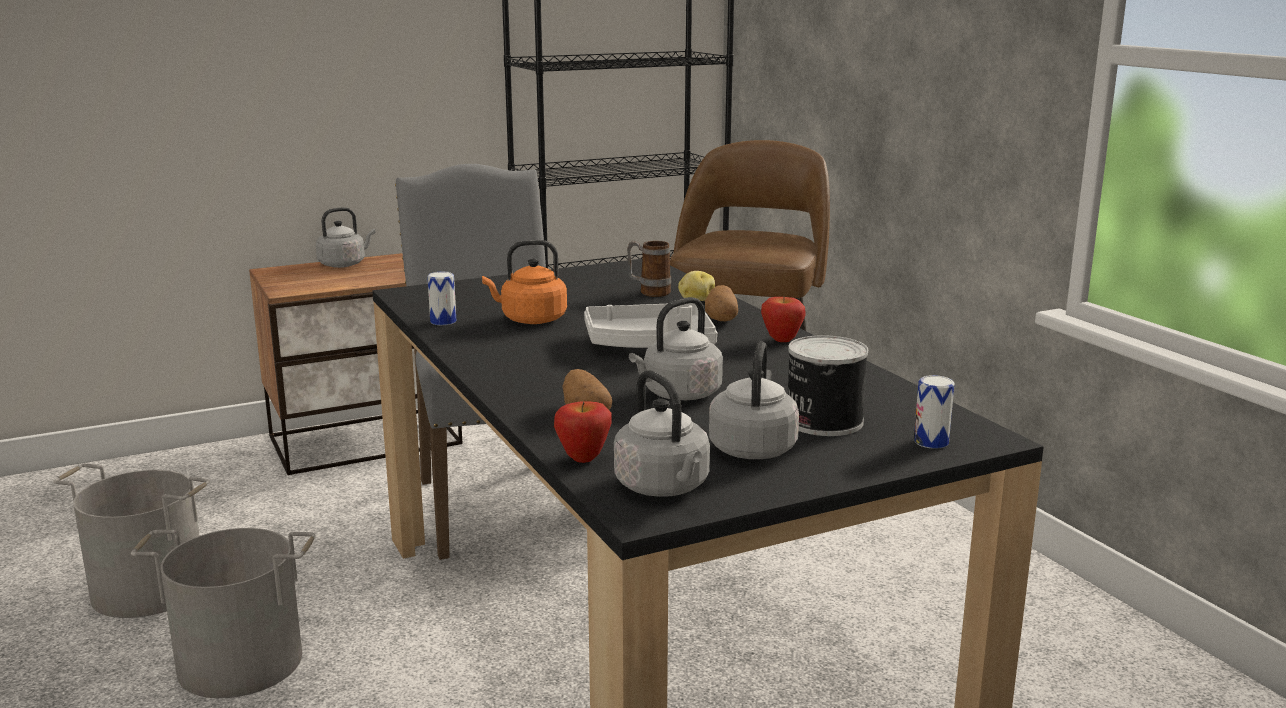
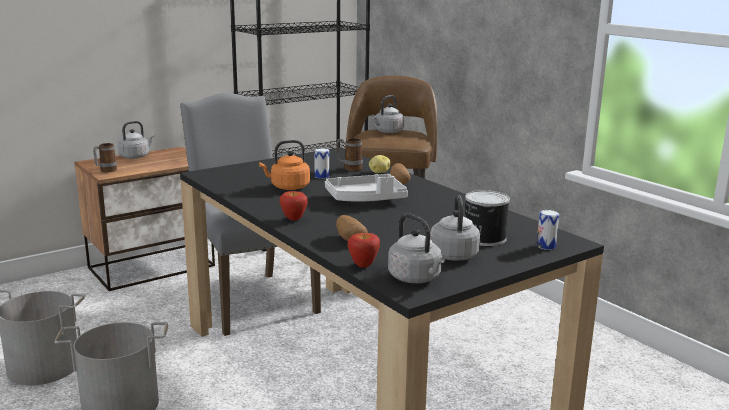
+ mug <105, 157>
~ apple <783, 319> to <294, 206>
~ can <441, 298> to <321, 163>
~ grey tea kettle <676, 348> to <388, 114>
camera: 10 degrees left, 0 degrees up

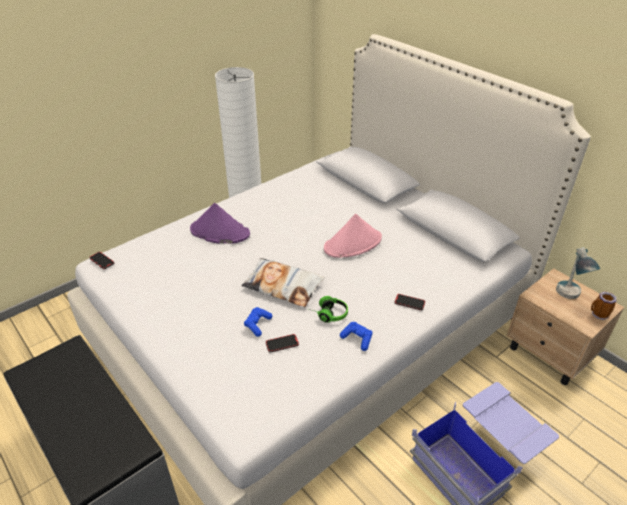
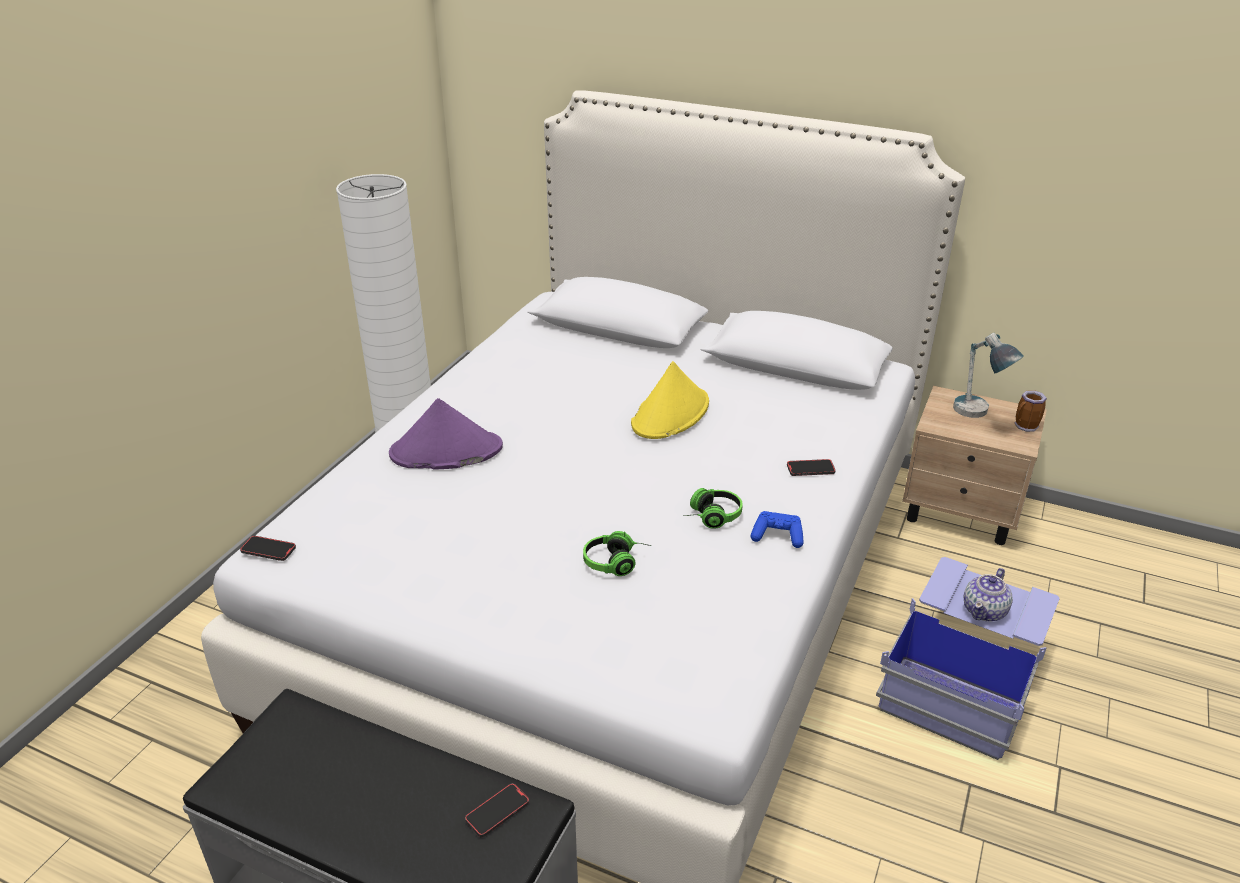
~ phone <282, 343> to <497, 810>
~ blue-coloured game controller <258, 322> to headphones <617, 553>
~ pinkish hat <353, 236> to yellowish hat <670, 400>
+ teapot <988, 595>
- cushion <283, 282>
camera: 25 degrees left, 5 degrees down

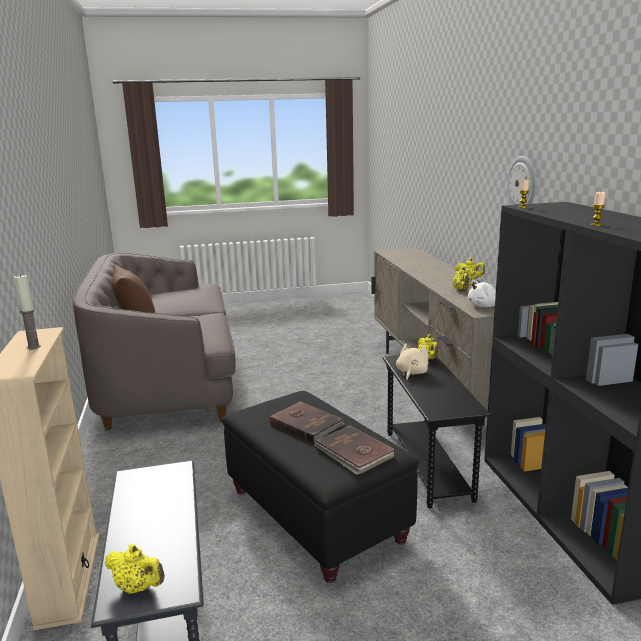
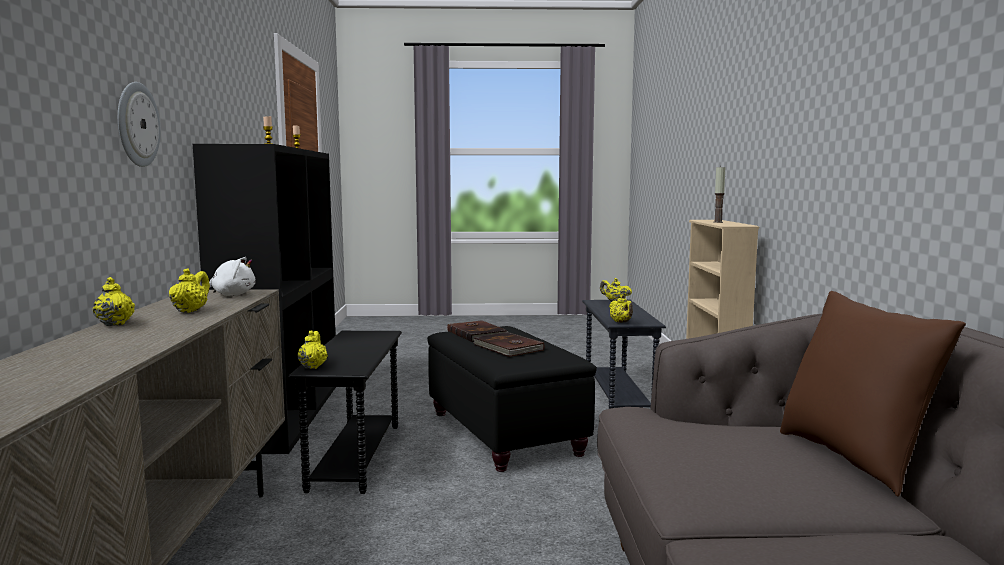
+ yellowish teapot <621, 309>
- beige cuddly toy <412, 362>
camera: 170 degrees left, 10 degrees down

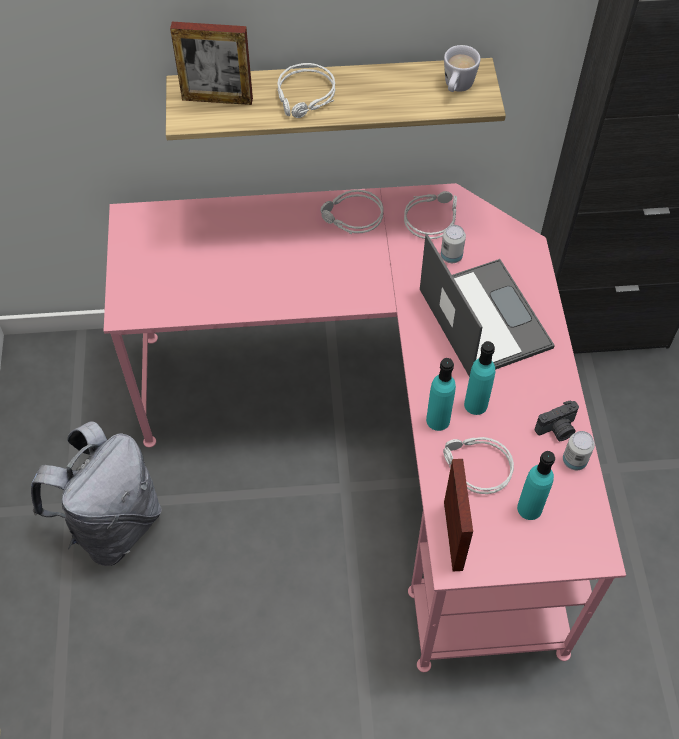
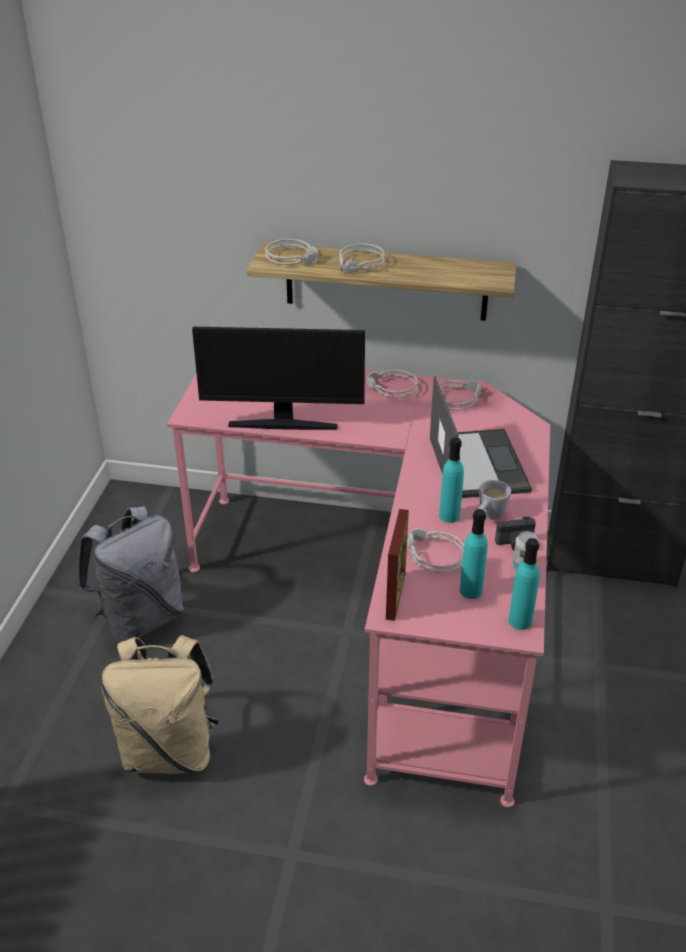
+ beige rucksack <160, 704>
+ computer screen <278, 378>
~ standing frame <211, 63> to grey headphones <292, 252>
~ whitish mug <462, 68> to <495, 499>
~ turquoise drink bottle <441, 394> to <524, 584>
- can <453, 244>
camera: 15 degrees right, 20 degrees down

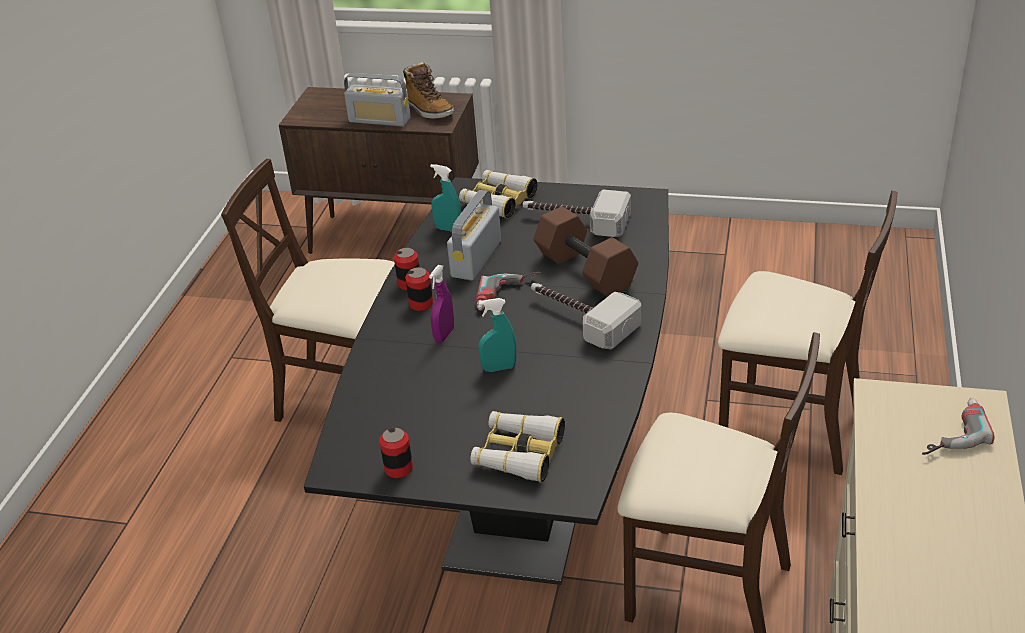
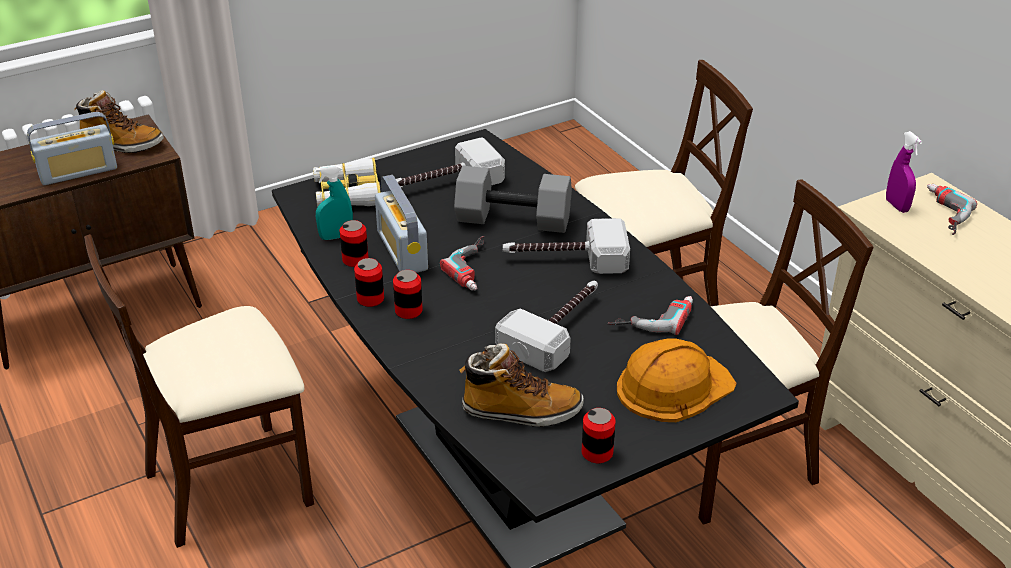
+ can <354, 243>
~ brownish free weight <585, 251> to grey free weight <513, 199>
+ high-top boot <521, 385>
~ turquoise sprayer <497, 335> to hammer <546, 326>
+ electric drill <650, 315>
~ field glasses <517, 447> to orange-coloured safety helmet <677, 380>
~ purple-coloured sprayer <441, 304> to <904, 172>
camera: 45 degrees left, 0 degrees up

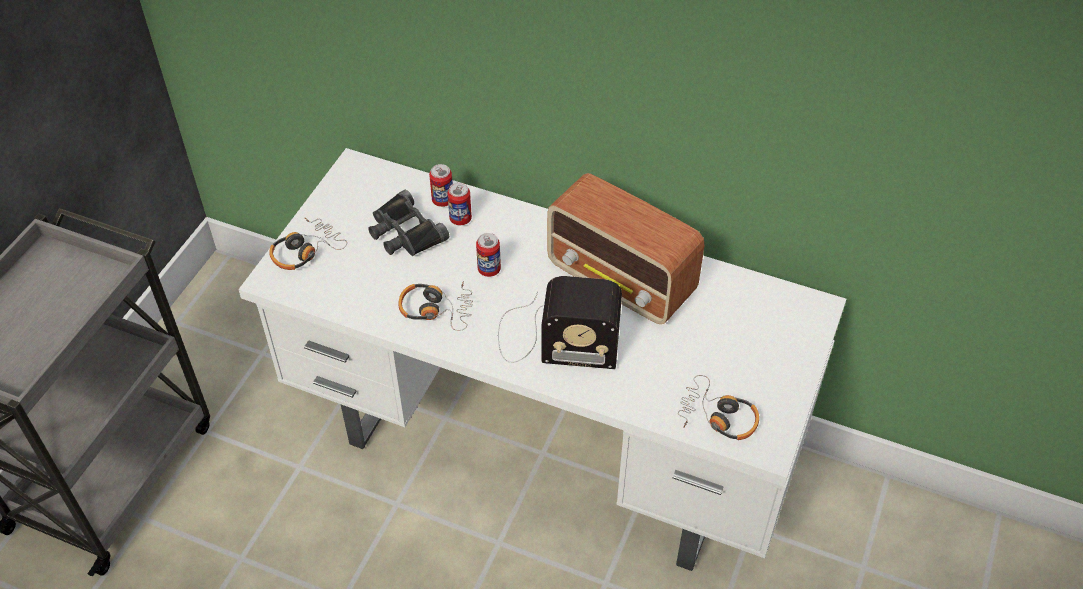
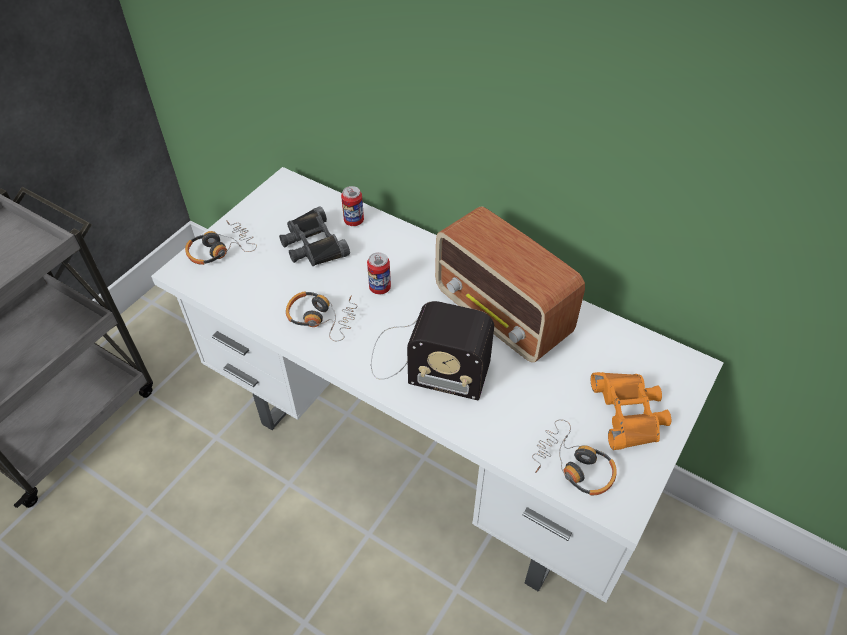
+ orange-coloured field glasses <631, 411>
- can <459, 204>
camera: 10 degrees right, 0 degrees up

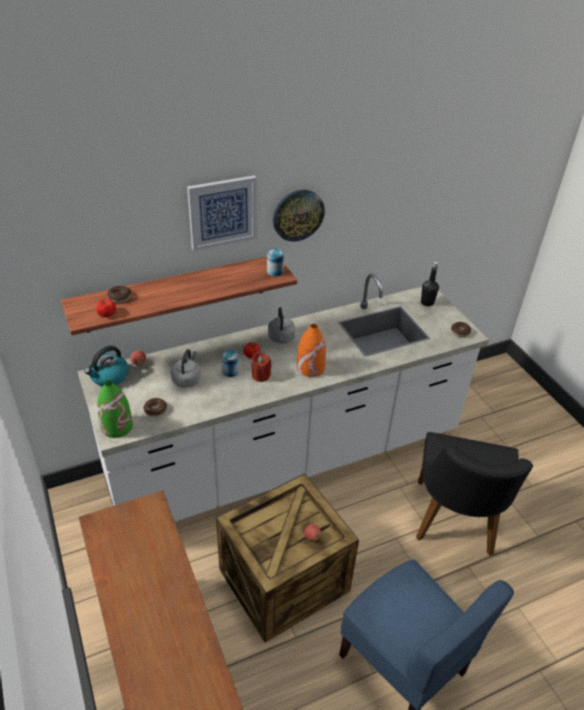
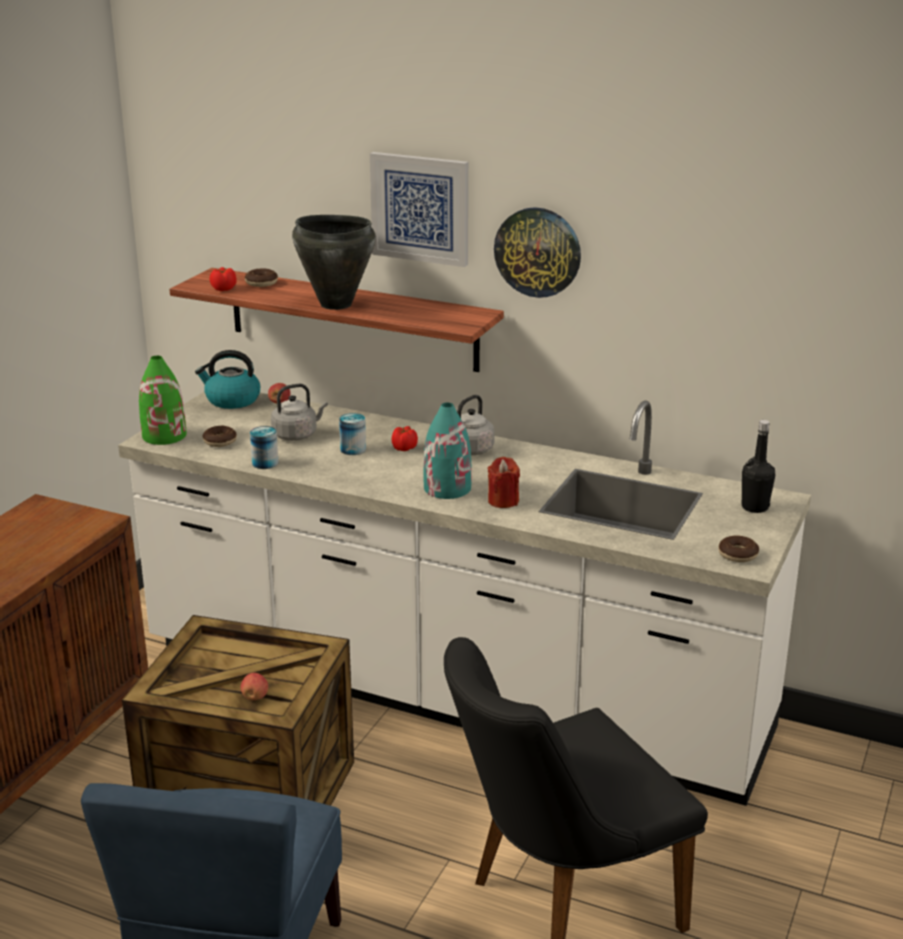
~ can <275, 262> to <264, 447>
+ black-coloured saucepot <334, 262>
~ orange-coloured decorative vase <311, 350> to turquoise decorative vase <447, 451>
~ red wax light <261, 367> to <504, 482>
camera: 50 degrees right, 15 degrees down

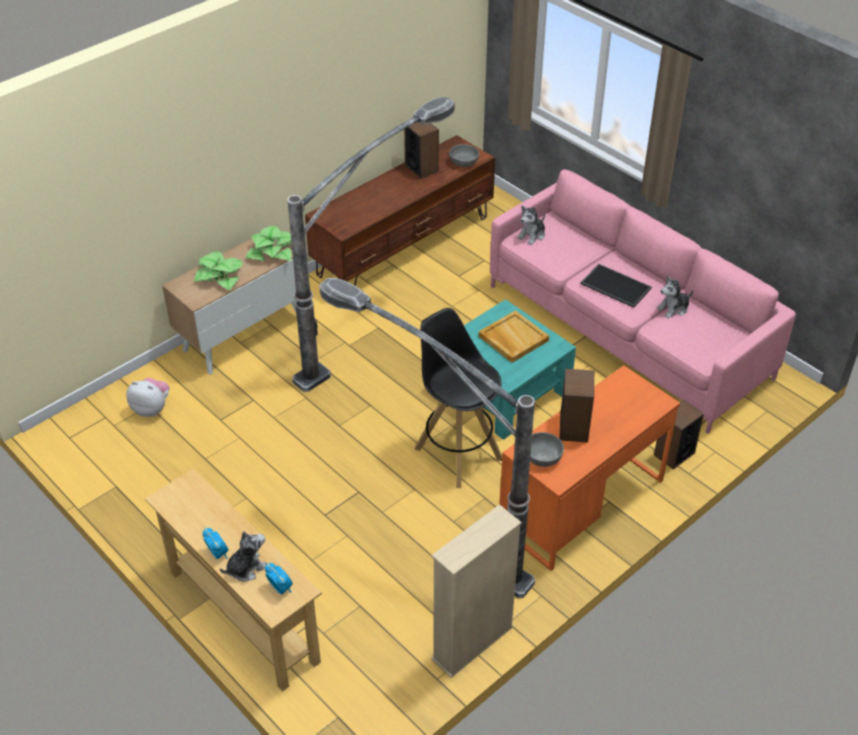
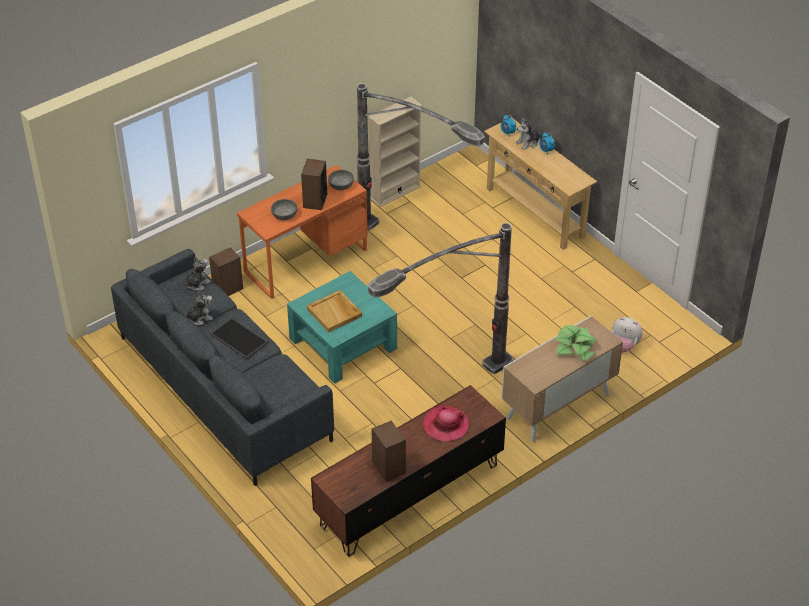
~ pinkish settee <643, 301> to grey settee <222, 367>
~ cuddly toy <531, 225> to <197, 274>
~ grey deep dish <464, 155> to <284, 209>
+ hat <446, 423>
- plant in a pot <269, 243>
- black-coloured stool <458, 398>
camera: 175 degrees left, 0 degrees up

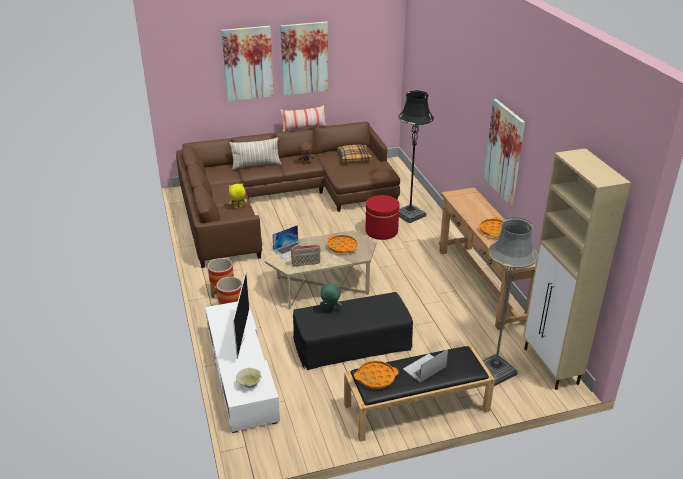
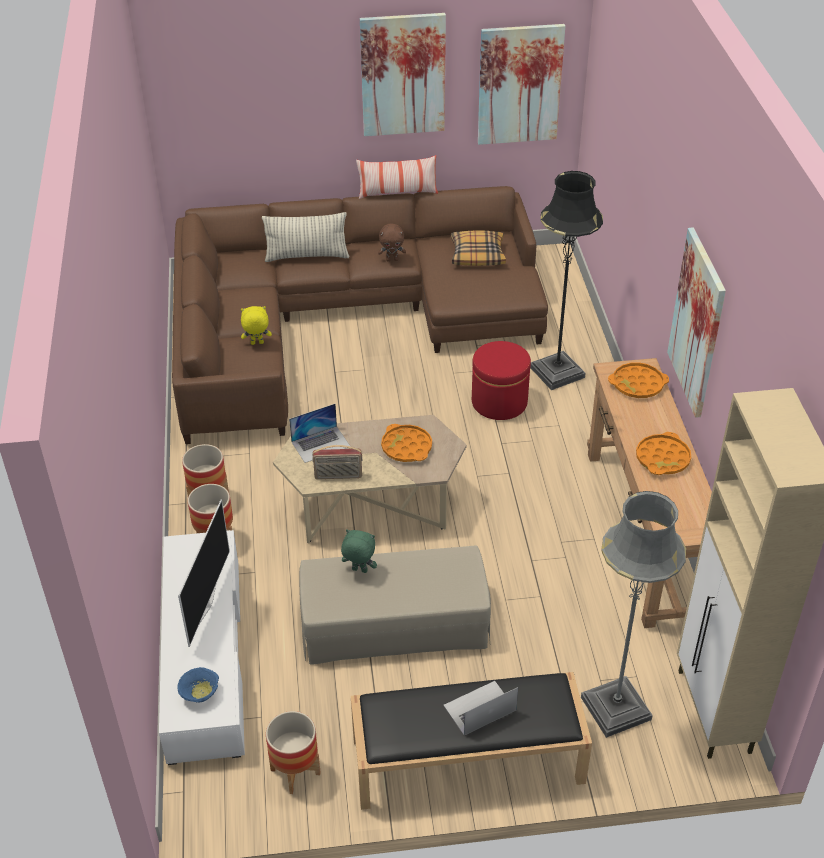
~ beige deep dish <249, 378> to blue-coloured deep dish <198, 684>
+ plant pot <293, 752>
~ black-coloured footrest <353, 331> to beige footrest <395, 605>
~ wall picture <247, 63> to <521, 84>
~ orange-coloured tray <376, 375> to <638, 380>
camera: 10 degrees right, 10 degrees up

